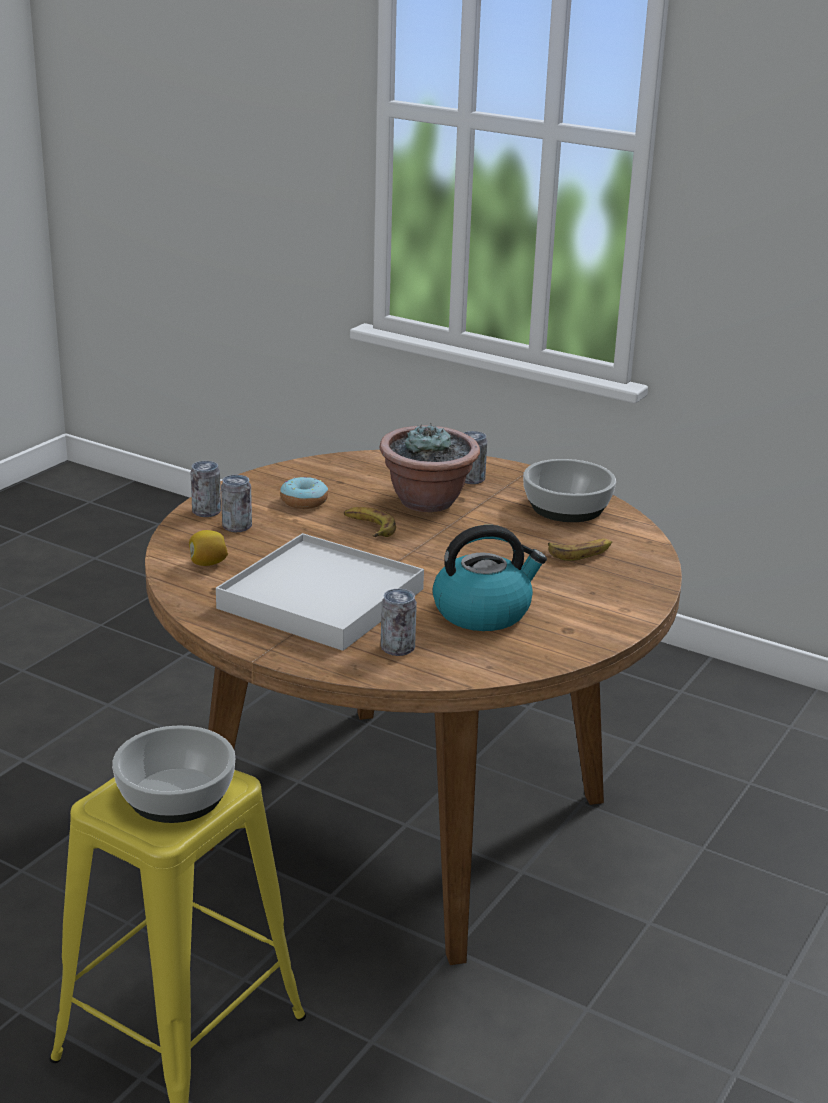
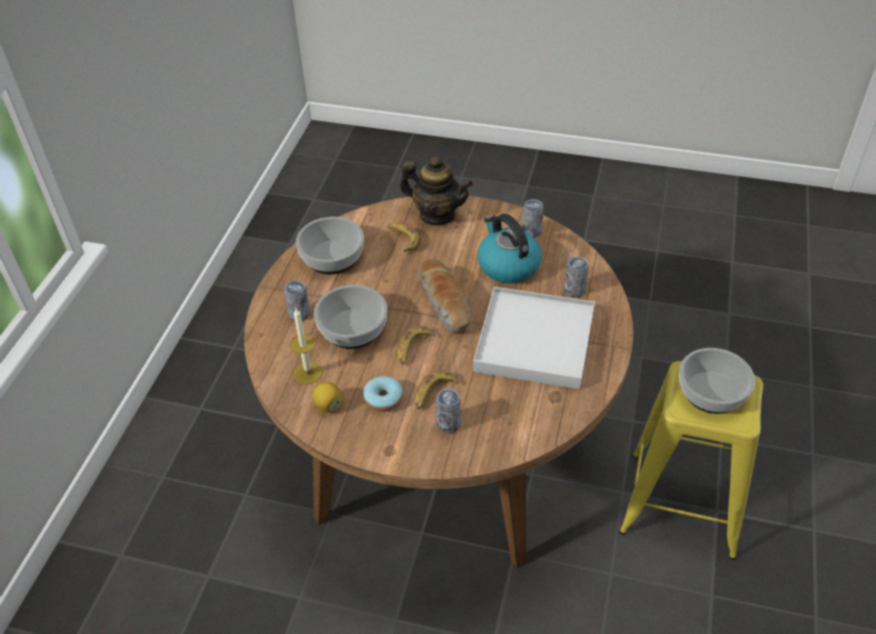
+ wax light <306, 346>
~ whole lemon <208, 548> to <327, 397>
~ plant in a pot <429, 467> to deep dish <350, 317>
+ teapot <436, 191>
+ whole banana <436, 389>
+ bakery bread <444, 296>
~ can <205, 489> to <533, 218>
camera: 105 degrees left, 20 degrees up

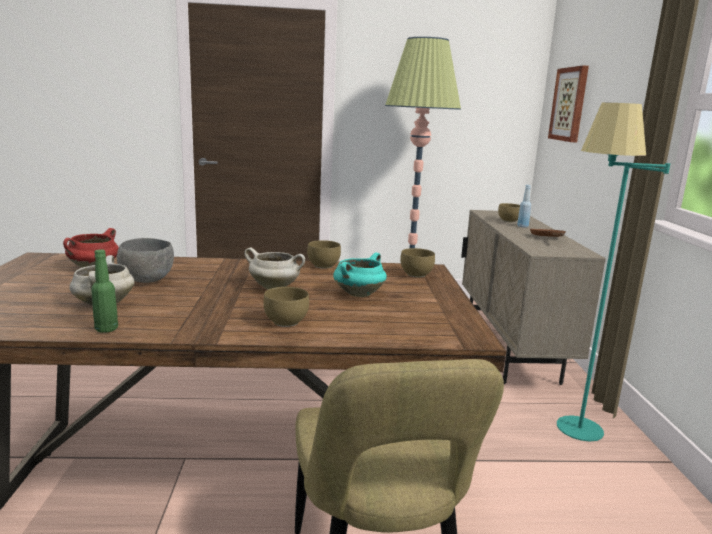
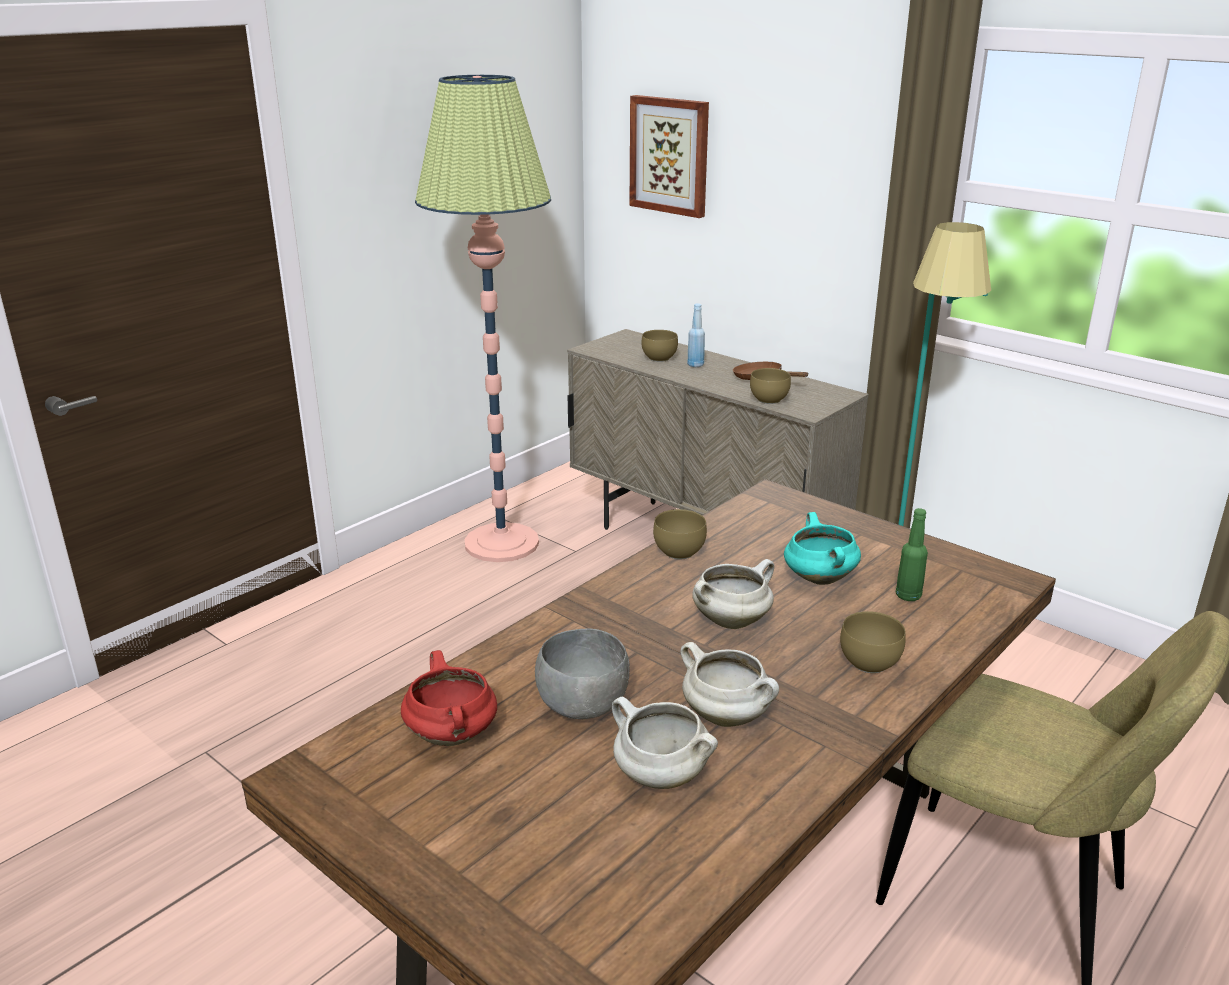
+ whitish saucepot <729, 684>
~ brownish deep dish <417, 262> to <770, 386>
~ green-coloured drink bottle <104, 291> to <912, 554>
camera: 45 degrees left, 10 degrees up

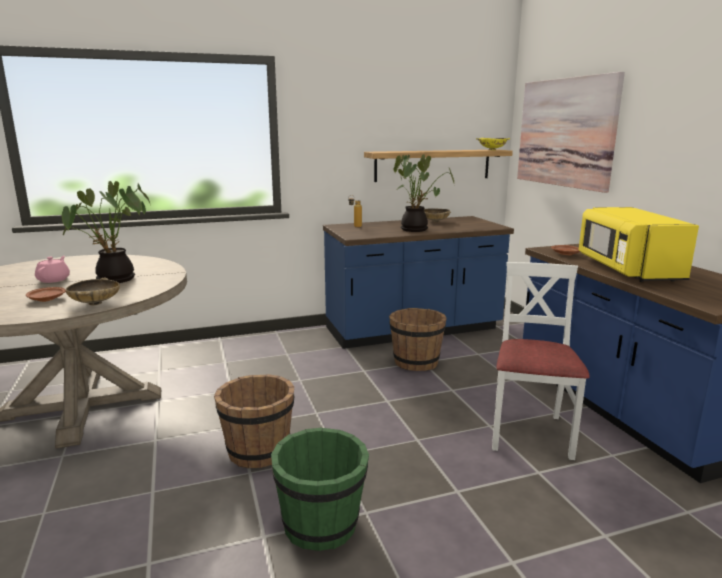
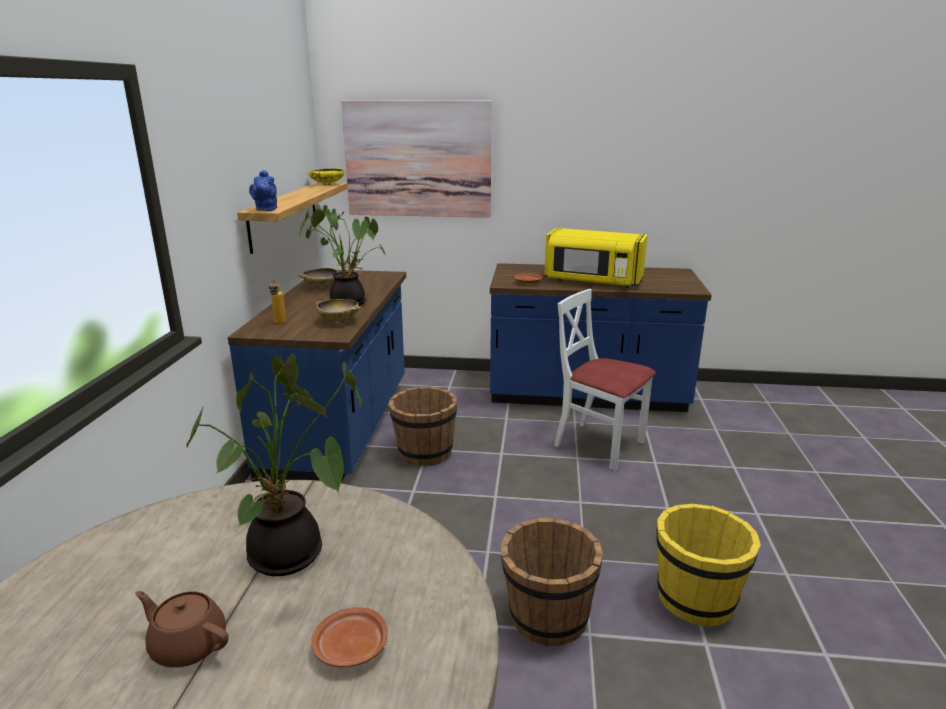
~ pinkish teapot <52, 269> to brownish teapot <182, 629>
+ blue-coloured teapot <263, 190>
~ beige deep dish <92, 291> to <338, 311>
~ green-coloured water bucket <320, 489> to yellowish water bucket <708, 565>
camera: 65 degrees left, 5 degrees up

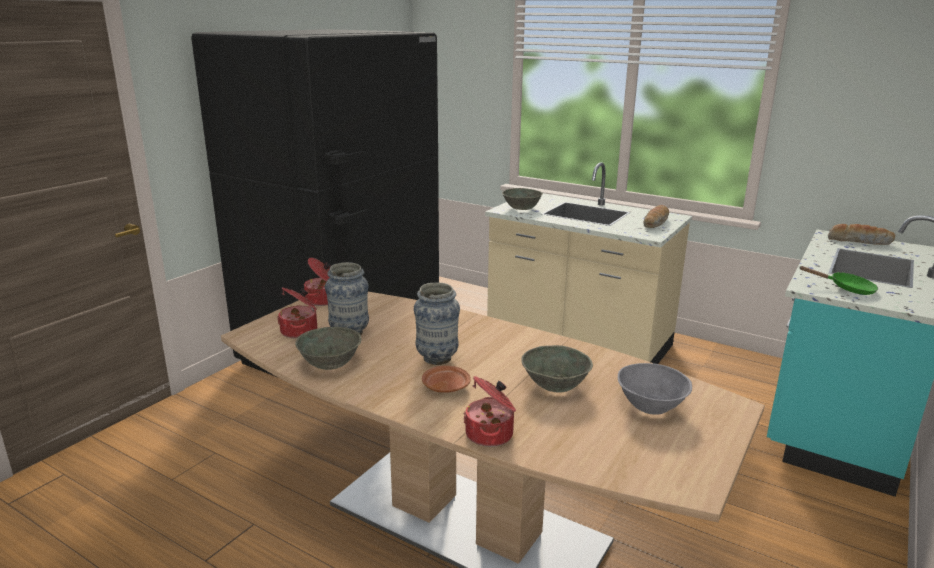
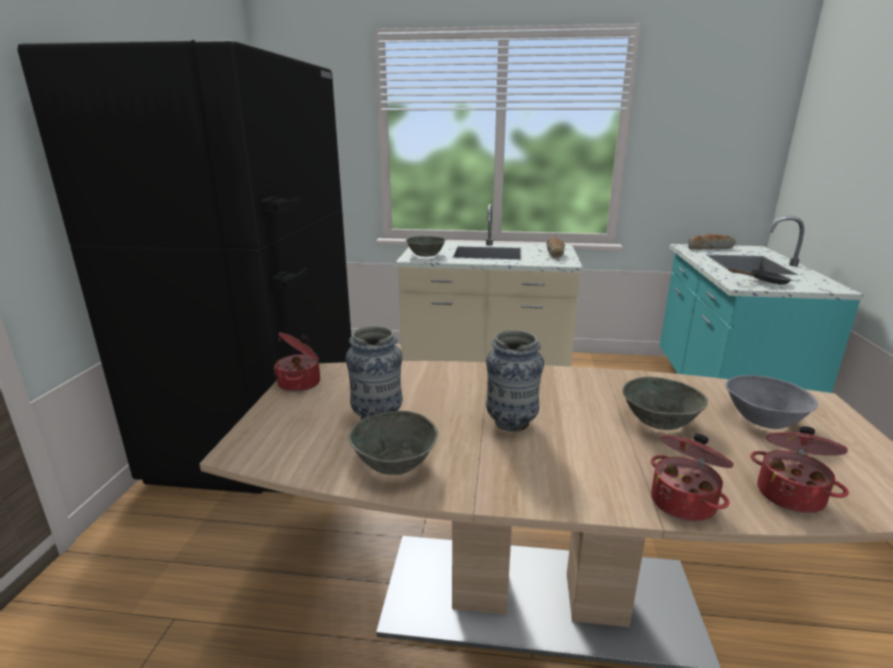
~ green-coloured skillet <838, 280> to black-coloured skillet <759, 276>
~ saucepot <297, 312> to <799, 470>
- brownish dinner plate <446, 379>
camera: 25 degrees left, 0 degrees up

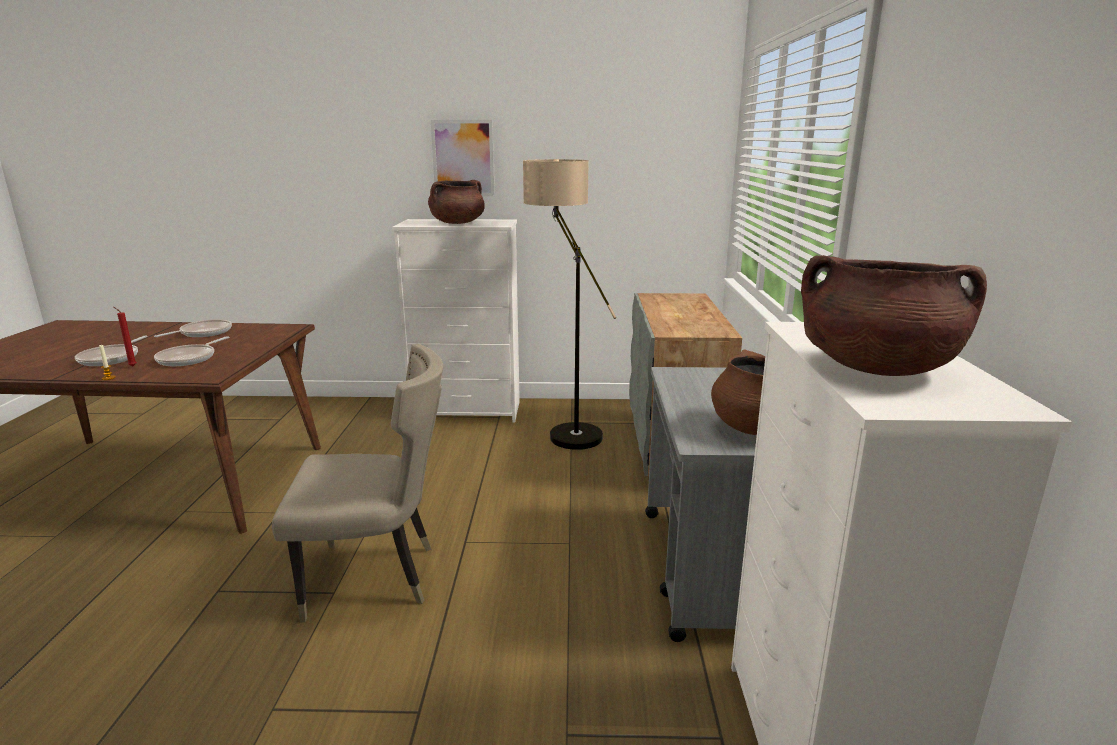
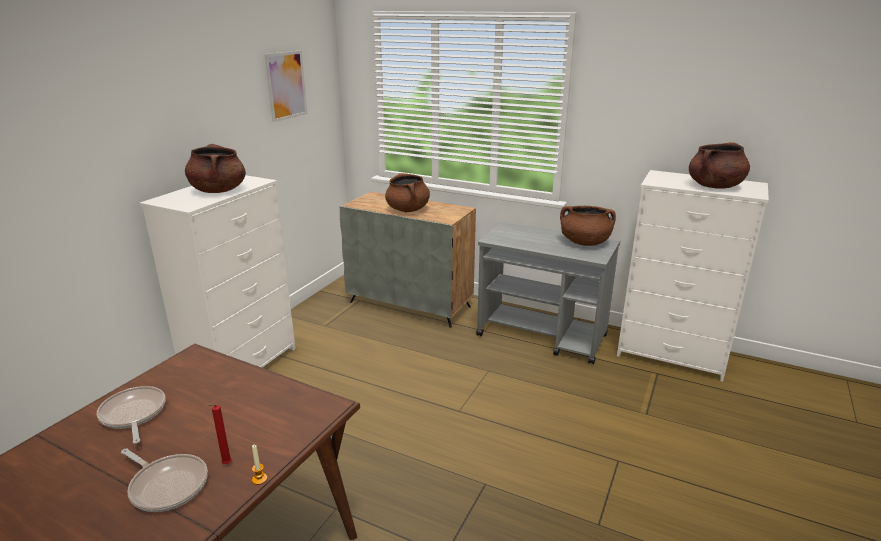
~ wall picture <463, 158> to <285, 86>
+ brownish saucepot <407, 192>
- skillet <191, 351>
- beige plain chair <357, 483>
- standing lamp <569, 304>
camera: 65 degrees left, 5 degrees up

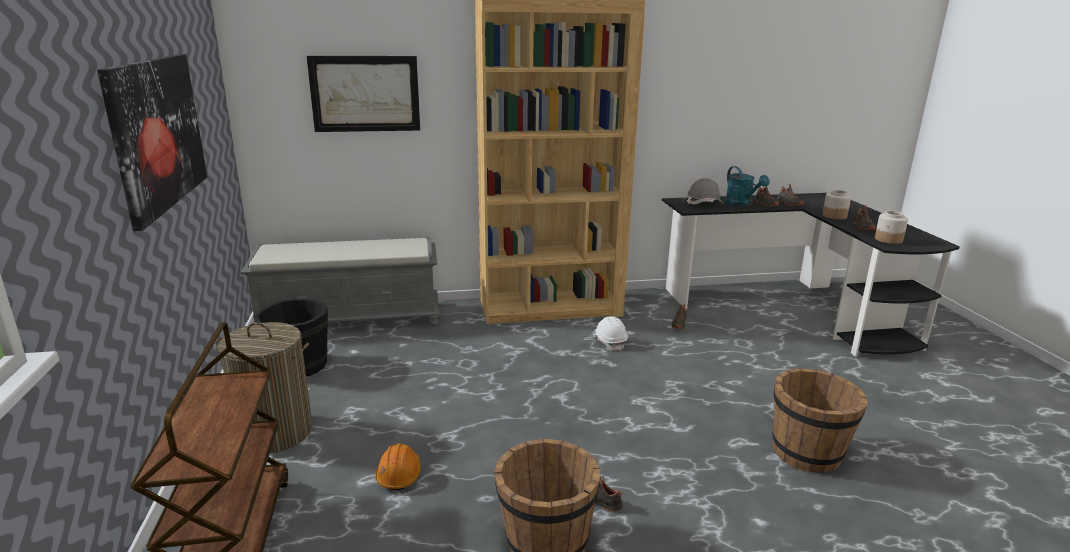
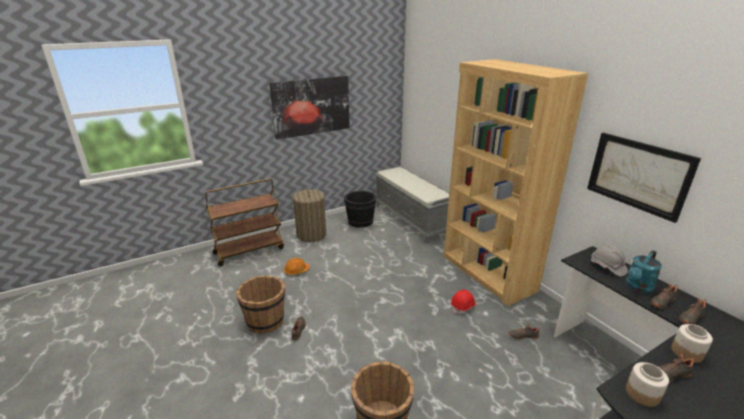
~ whitish safety helmet <610, 333> to red safety helmet <464, 302>
~ wall picture <363, 94> to <644, 178>
camera: 70 degrees right, 5 degrees up

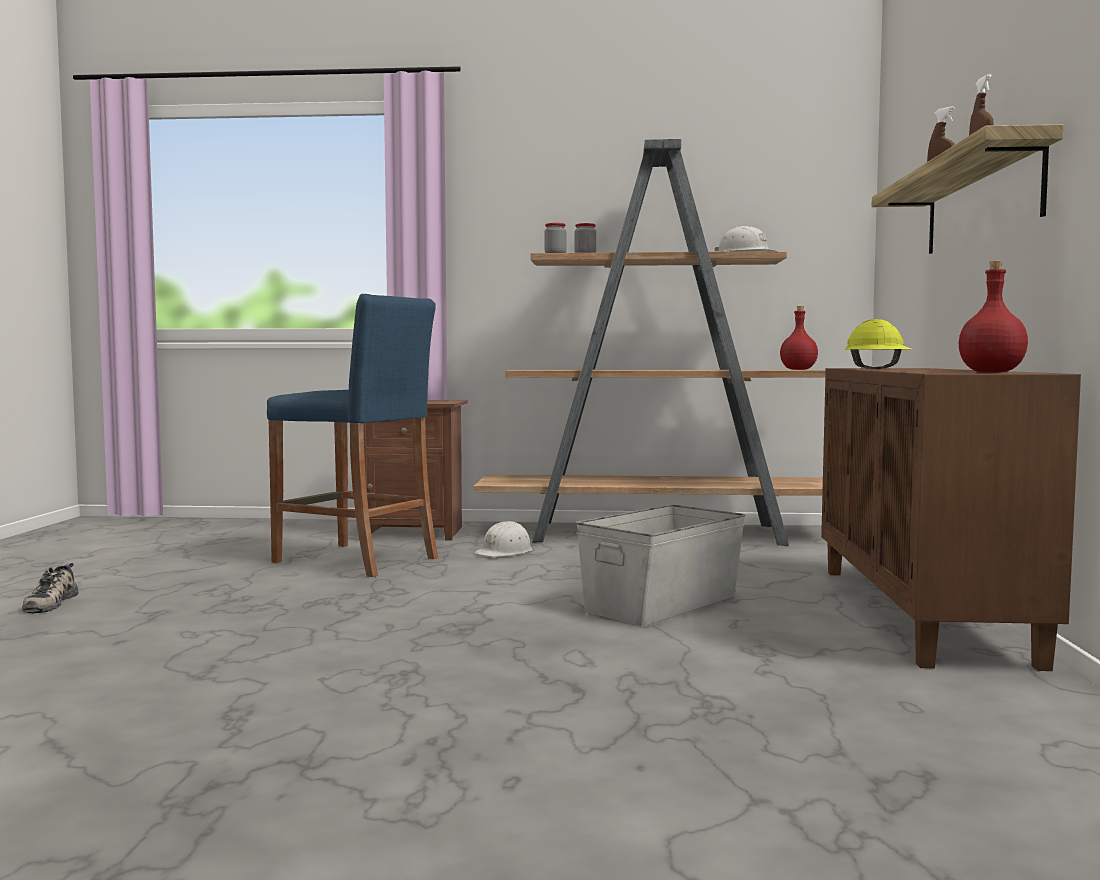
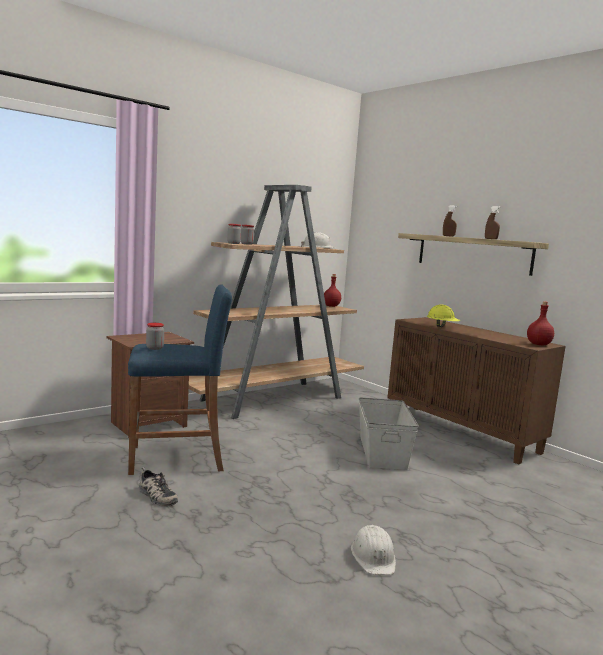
~ item of footwear <50, 588> to <158, 486>
+ storage jar <155, 336>
~ whitish safety helmet <503, 539> to <373, 550>
camera: 45 degrees left, 5 degrees up

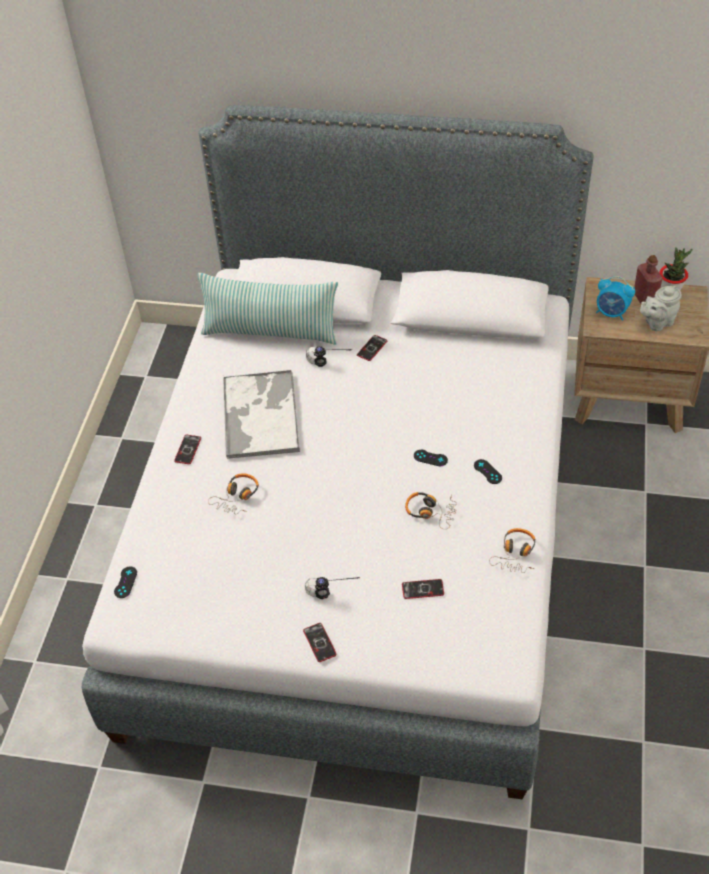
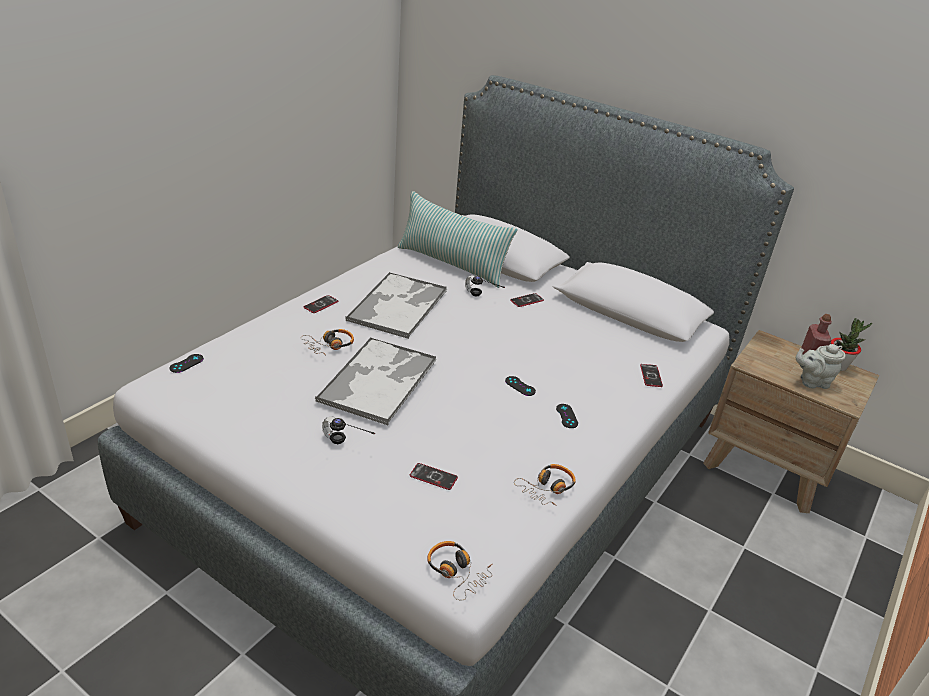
+ tray <376, 381>
~ headphones <431, 510> to <460, 571>
~ phone <320, 642> to <651, 375>
- alarm clock <615, 298>
camera: 20 degrees right, 15 degrees down

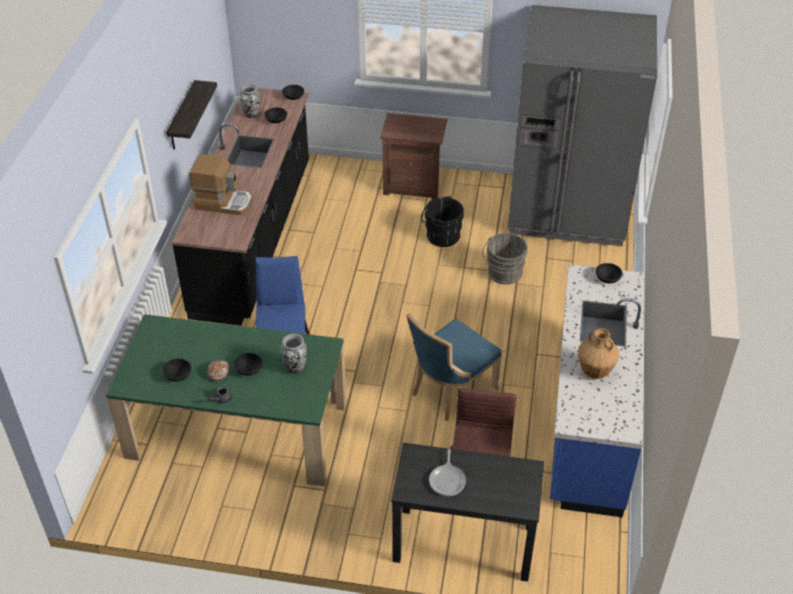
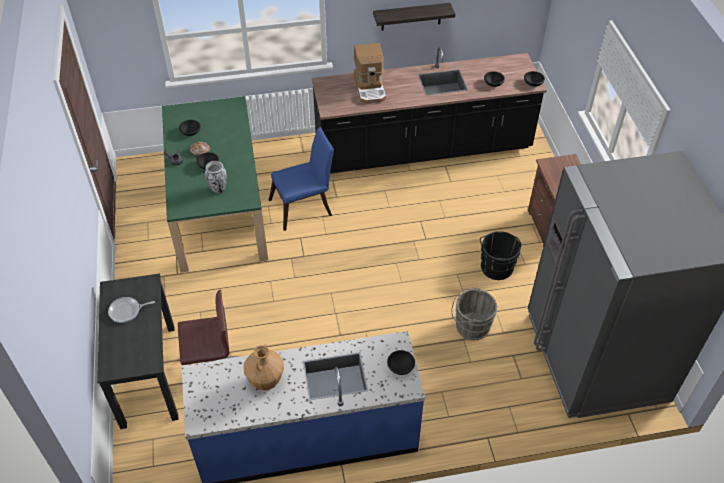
- decorative vase <249, 101>
- blue-coloured plain chair <454, 367>
camera: 70 degrees right, 5 degrees up

